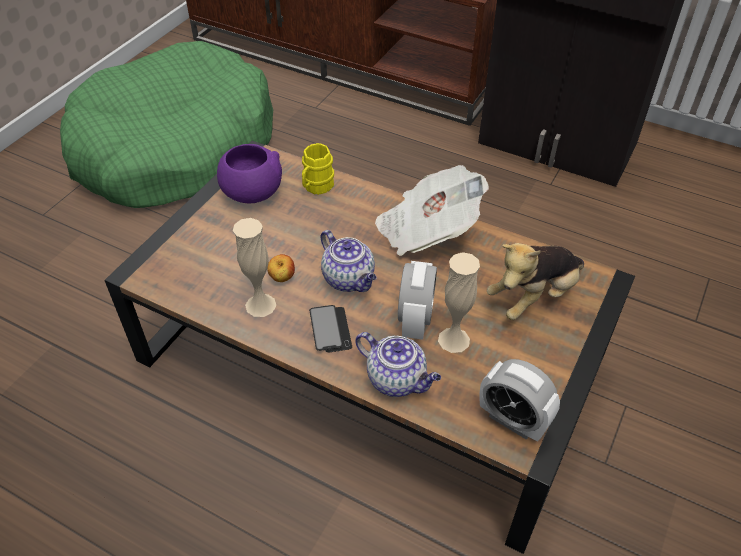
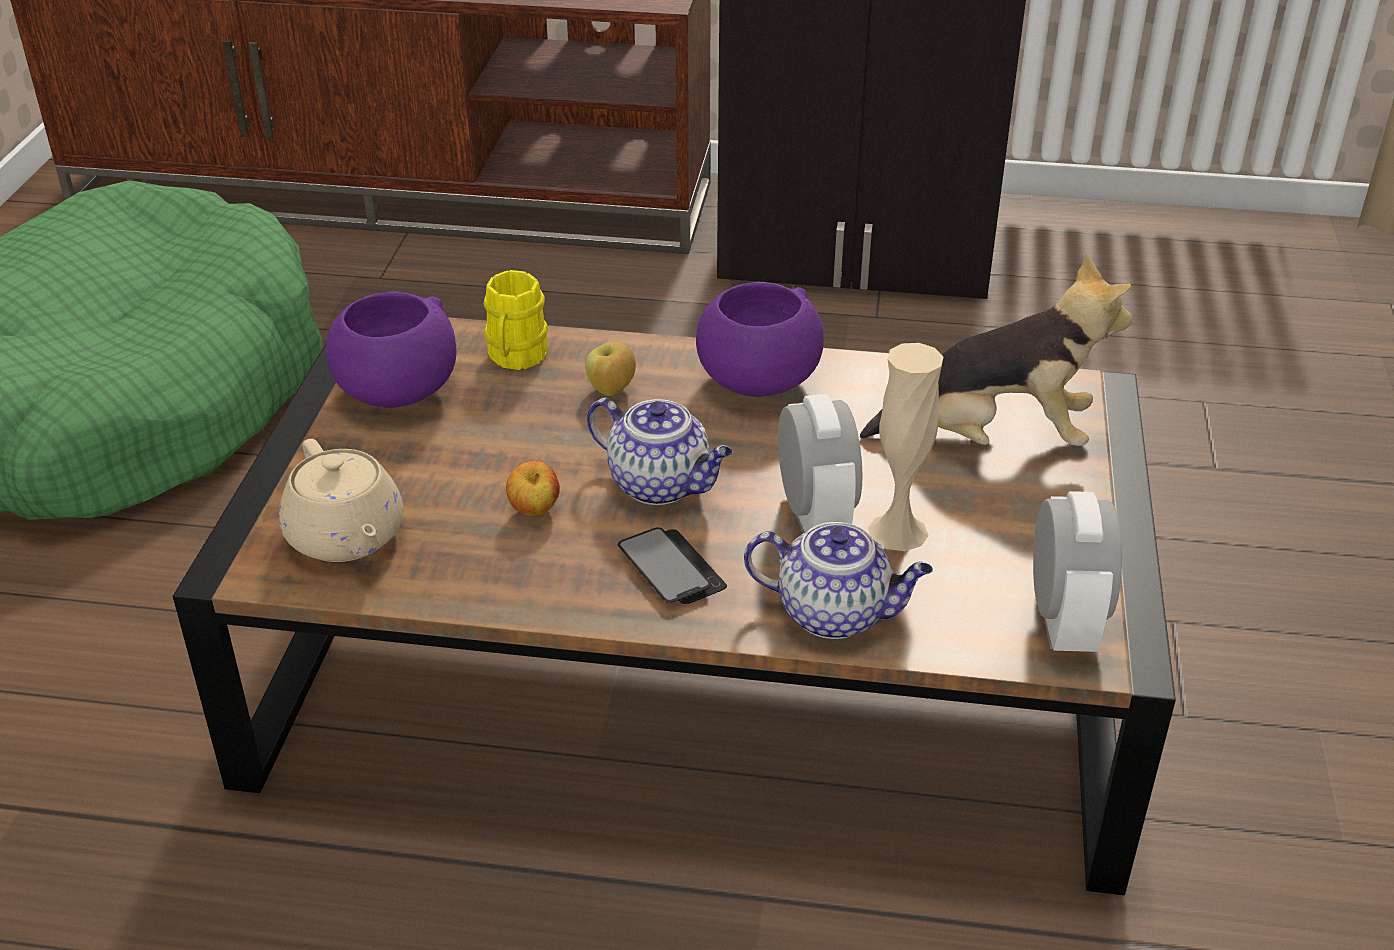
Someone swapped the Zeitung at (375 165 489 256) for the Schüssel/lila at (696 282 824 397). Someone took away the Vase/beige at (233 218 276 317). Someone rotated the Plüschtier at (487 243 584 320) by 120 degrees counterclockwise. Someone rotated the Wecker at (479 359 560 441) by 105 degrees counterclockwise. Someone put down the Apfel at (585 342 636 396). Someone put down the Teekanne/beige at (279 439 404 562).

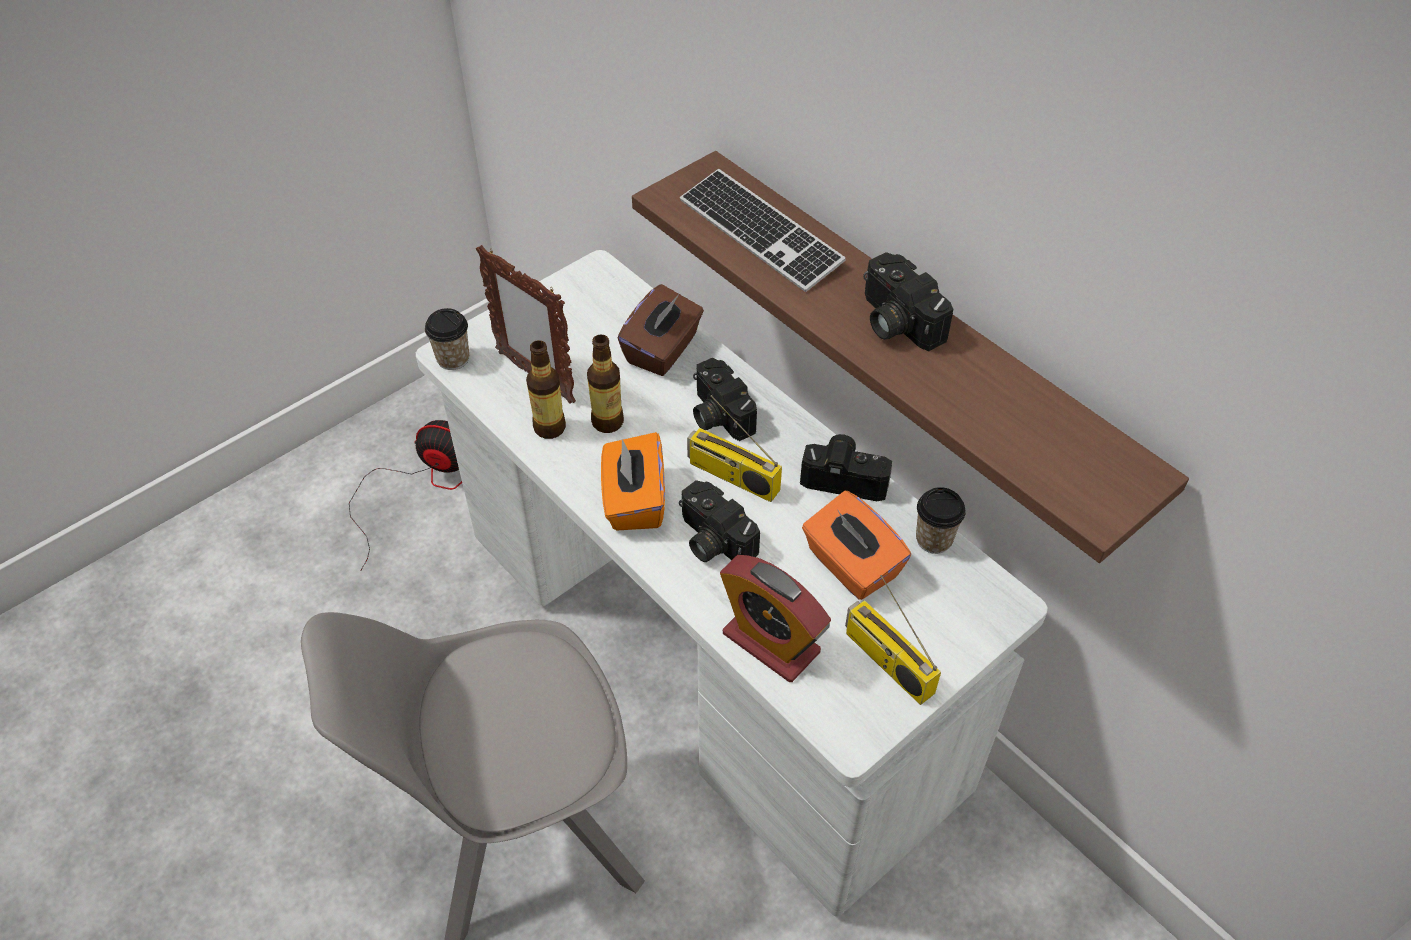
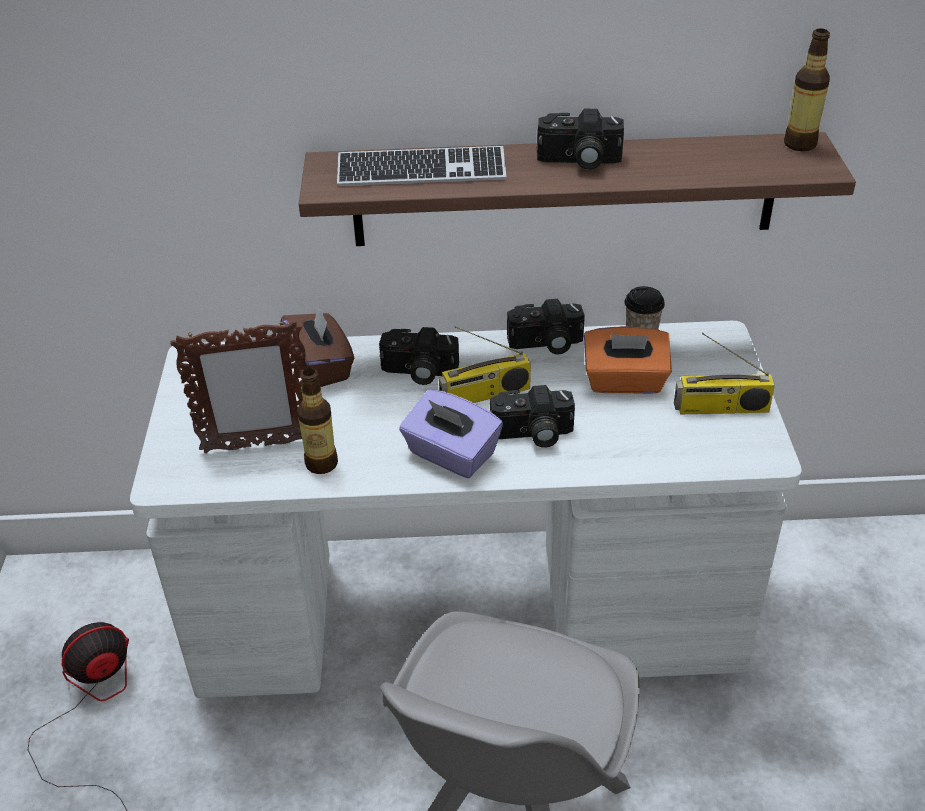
Someone took away the Tasse at (425 308 469 370). Someone carried the Flasche from (587 335 624 433) to (784 28 830 151). Someone repainted the Taschentuchbox/orange at (601 432 665 530), which became the Taschentuchbox/lila at (399 390 503 478). Someone rotated the Kamera at (800 434 892 501) by 150 degrees counterclockwise. Someone took away the Wecker at (720 555 831 682).

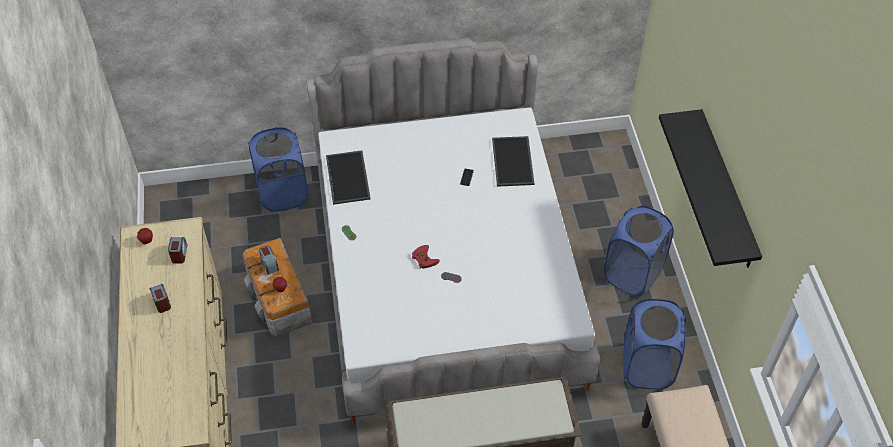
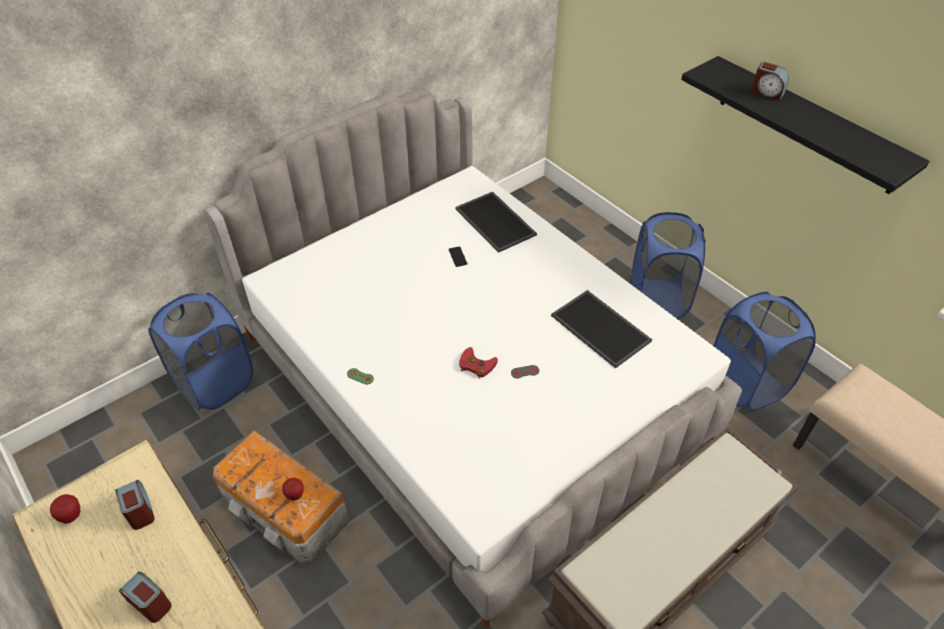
Someone carried the Tablett from (326 150 371 205) to (551 290 652 368). Someone carried the Wecker from (259 246 279 275) to (751 62 789 101).

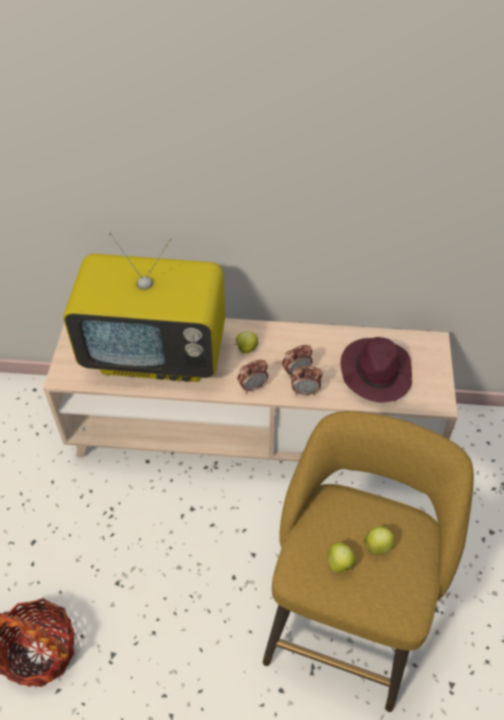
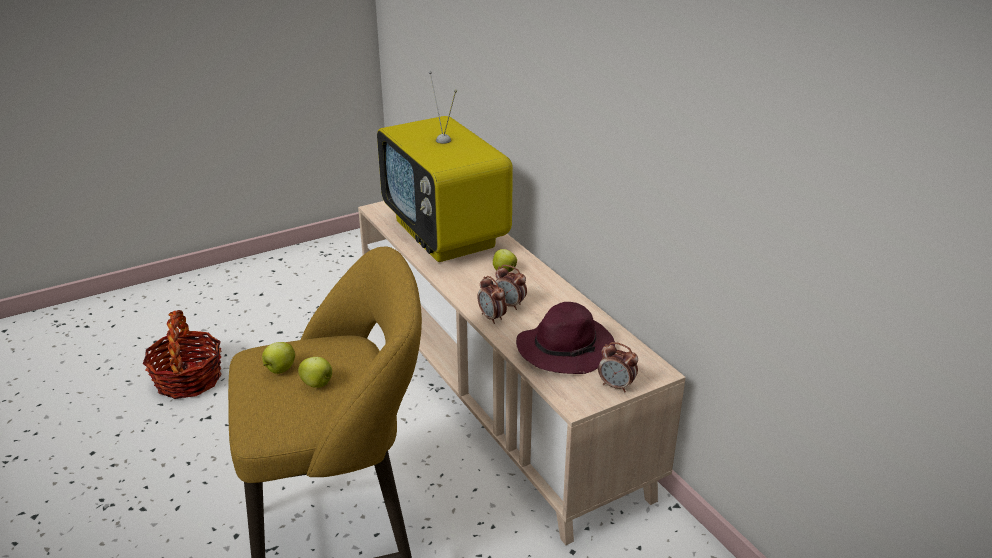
Someone carried the Wecker from (238 360 268 393) to (598 342 638 392).

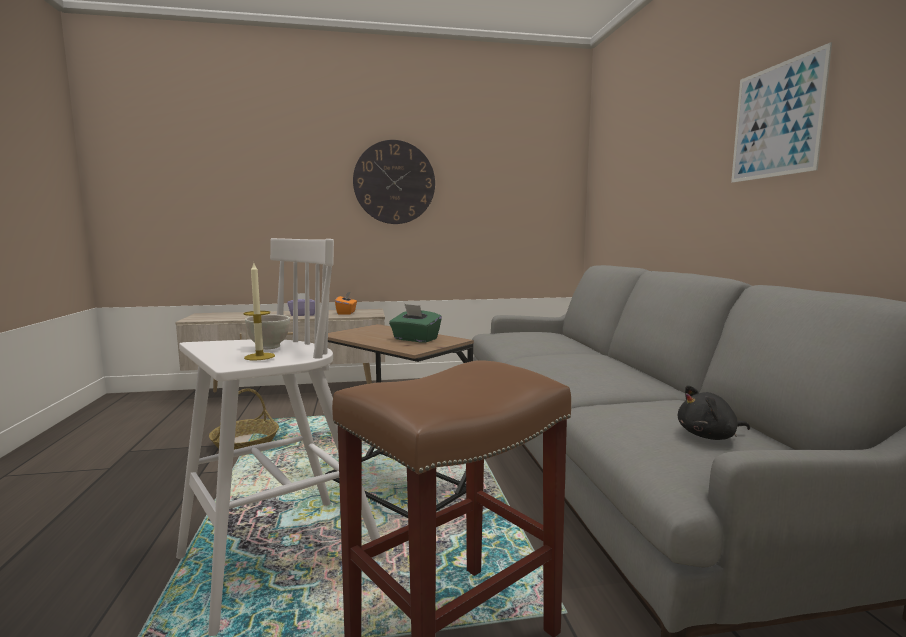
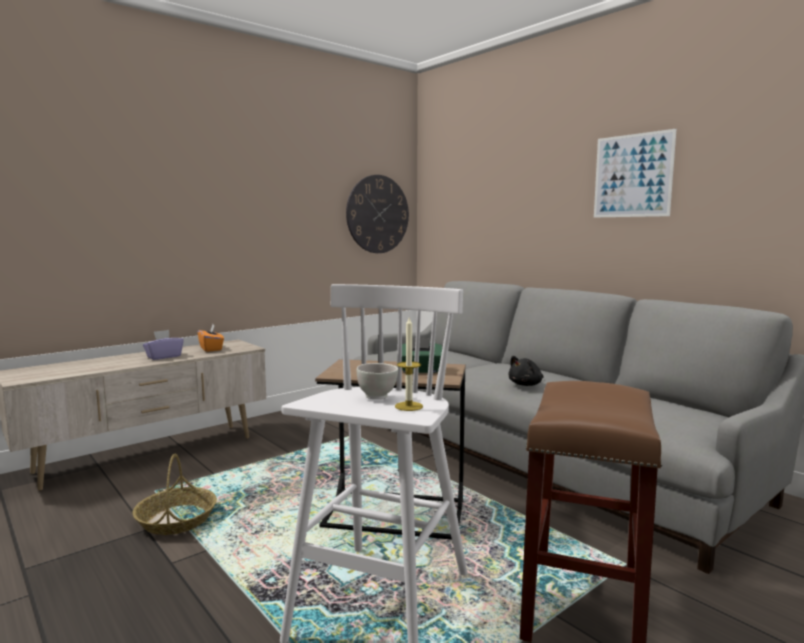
Someone carried the Wanduhr from (353 140 435 224) to (346 175 409 253). Someone carried the Plüschtier/schwarz from (678 385 750 440) to (508 356 544 386).

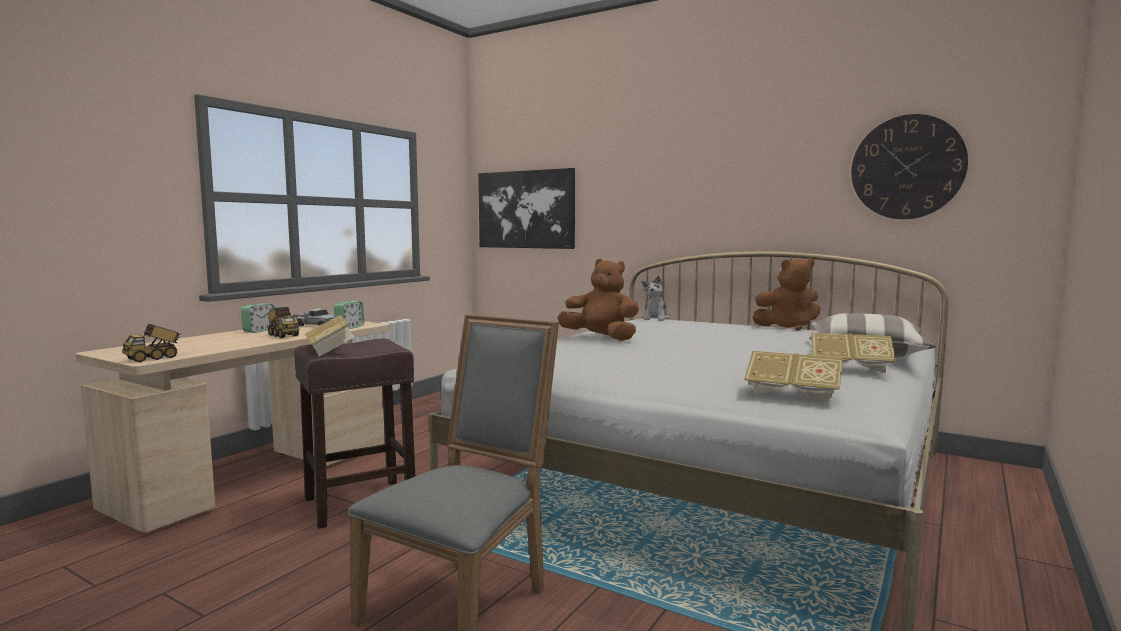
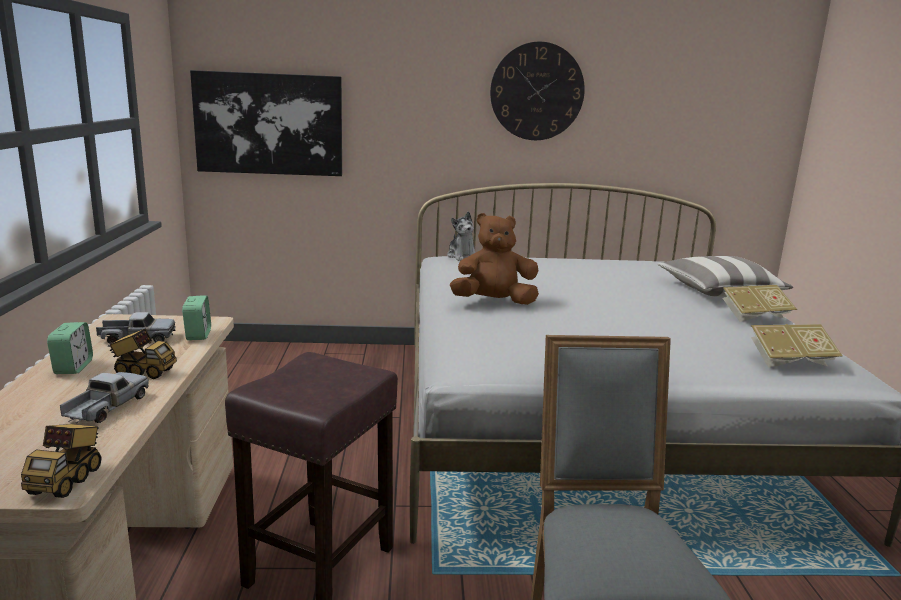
Someone carried the Wanduhr from (851 114 968 219) to (490 42 585 140). Someone took away the Plüschtier/braun at (752 258 821 331). Someone took away the Buch at (305 315 354 357). Someone put down the Spielzeuglaster at (60 372 149 423).

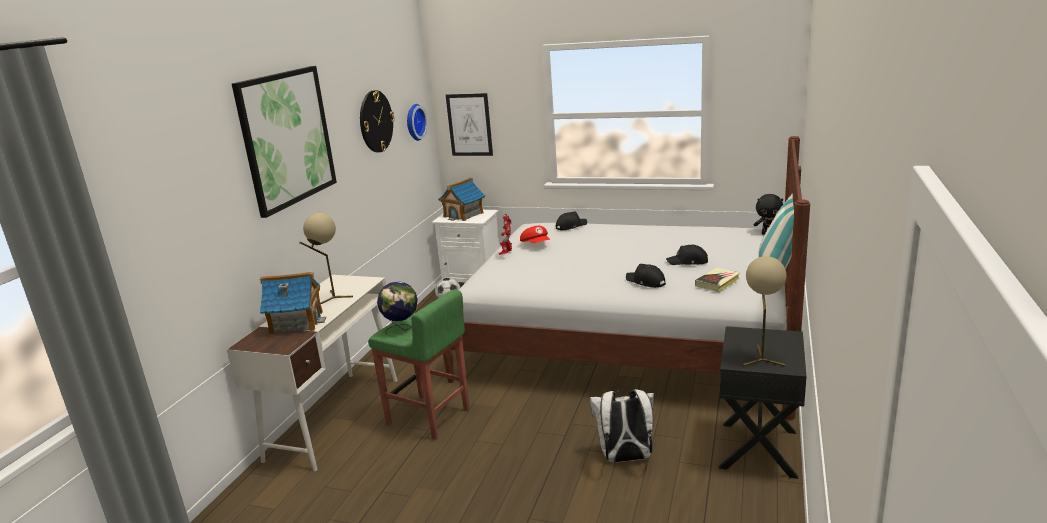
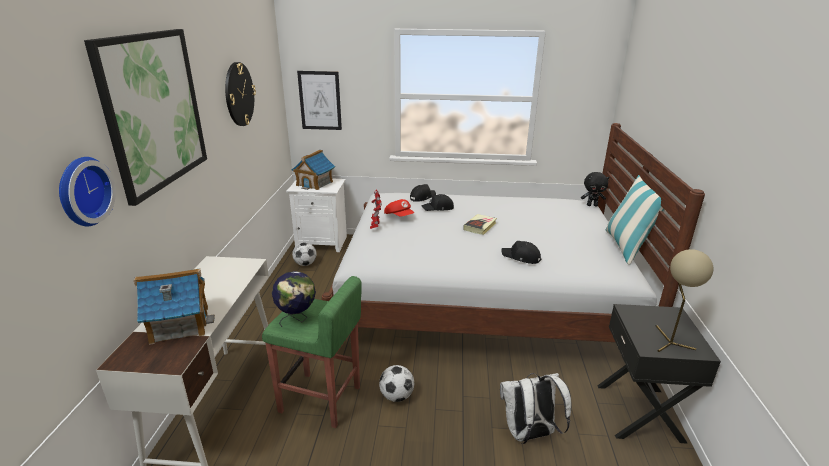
Someone carried the Wanduhr from (407 104 428 141) to (59 157 116 226). Someone took away the Tischlampe/beige at (299 213 353 304). Someone carried the Kappe/schwarz from (666 245 708 265) to (421 194 454 211). Someone carried the Buch from (695 268 740 292) to (463 214 497 235). Someone put down the Fußball at (379 365 414 402).

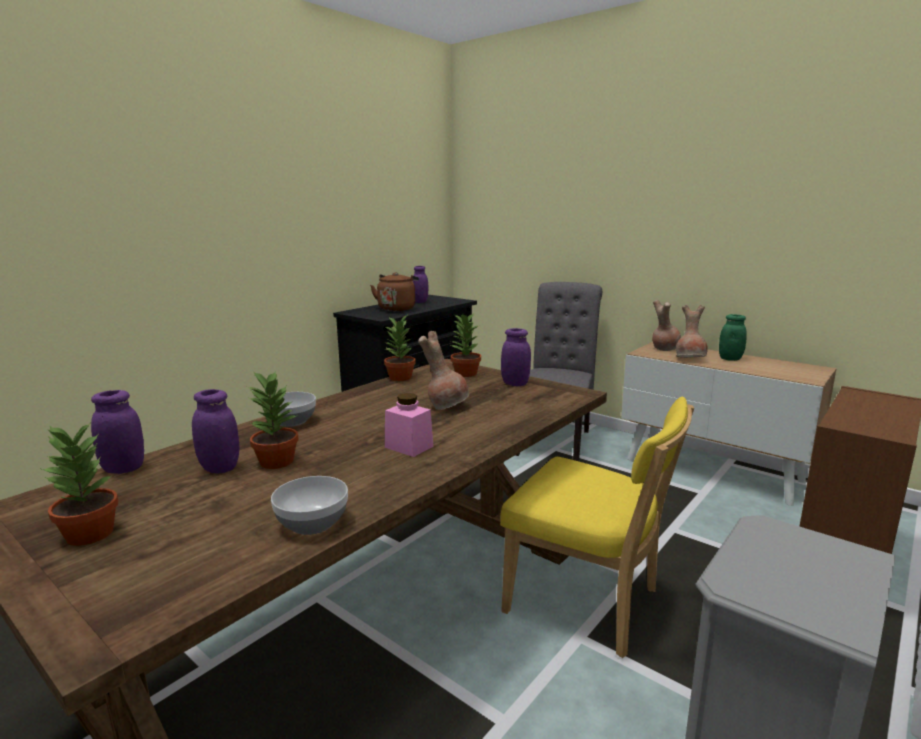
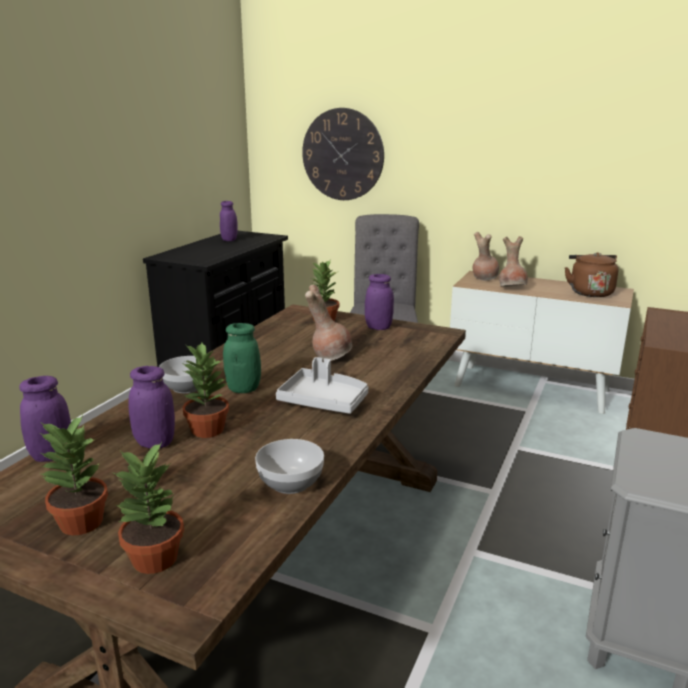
Someone carried the Wasserkessel/braun from (370 272 419 311) to (565 252 618 297). Someone carried the Vorratsglas/grün from (719 314 747 361) to (223 323 261 393). Someone carried the Topfpflanze from (384 316 416 381) to (114 442 184 574). Someone swapped the Vorratsglas/rosa at (385 393 433 457) for the Tablett/grau at (276 357 369 414). Someone took away the Stuhl/gelb at (500 397 694 658). Someone put up the Wanduhr at (302 108 384 200).

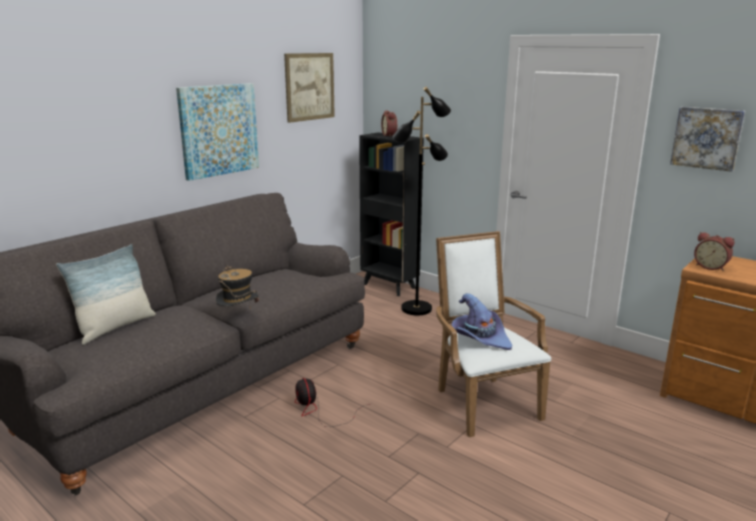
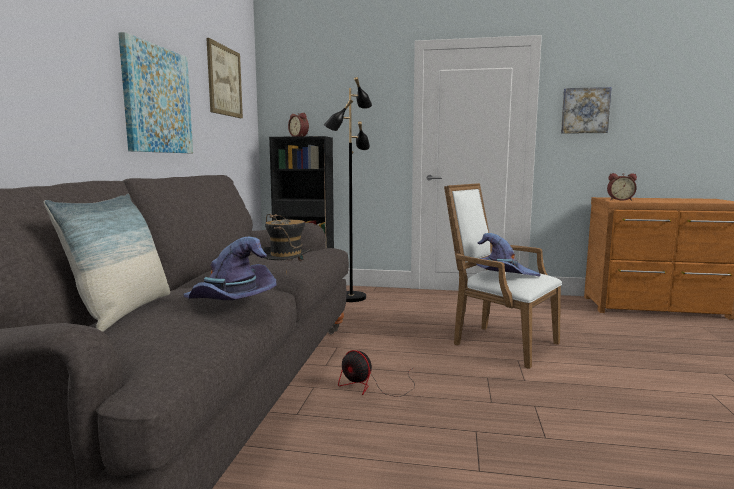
Someone put down the Hut/lila at (183 237 276 300).

